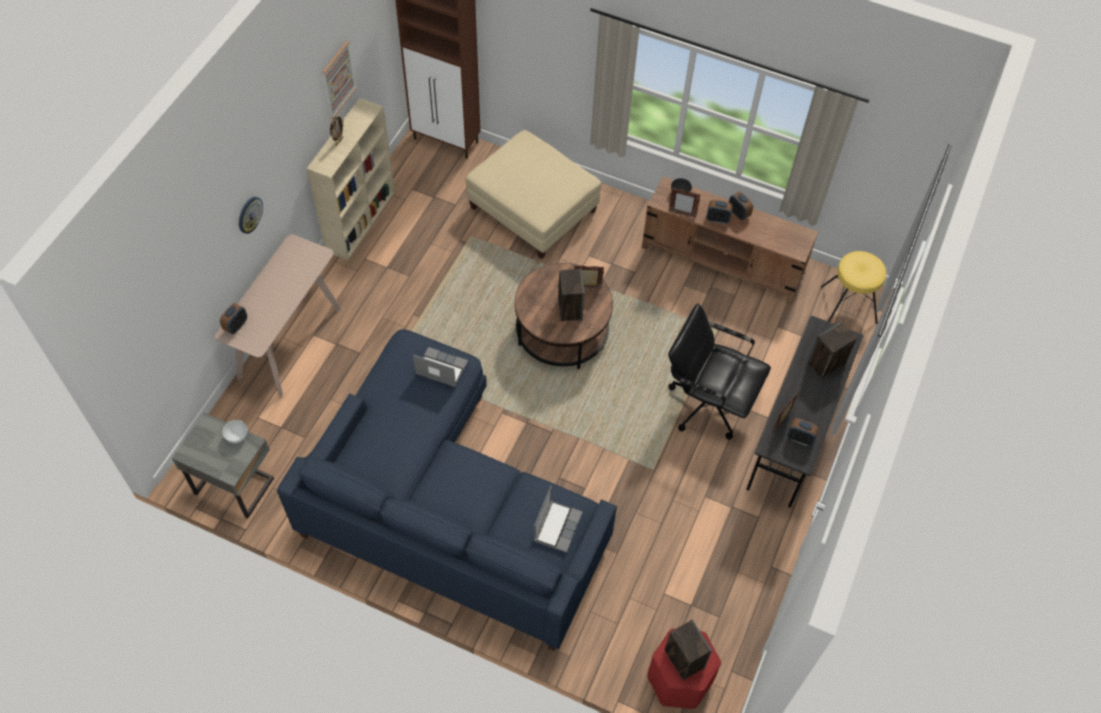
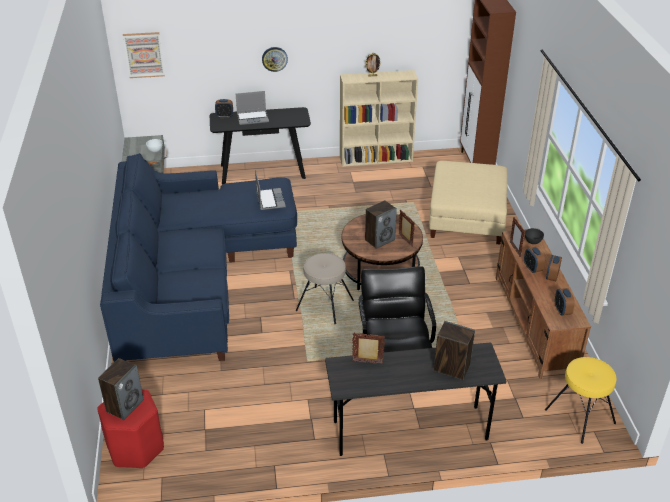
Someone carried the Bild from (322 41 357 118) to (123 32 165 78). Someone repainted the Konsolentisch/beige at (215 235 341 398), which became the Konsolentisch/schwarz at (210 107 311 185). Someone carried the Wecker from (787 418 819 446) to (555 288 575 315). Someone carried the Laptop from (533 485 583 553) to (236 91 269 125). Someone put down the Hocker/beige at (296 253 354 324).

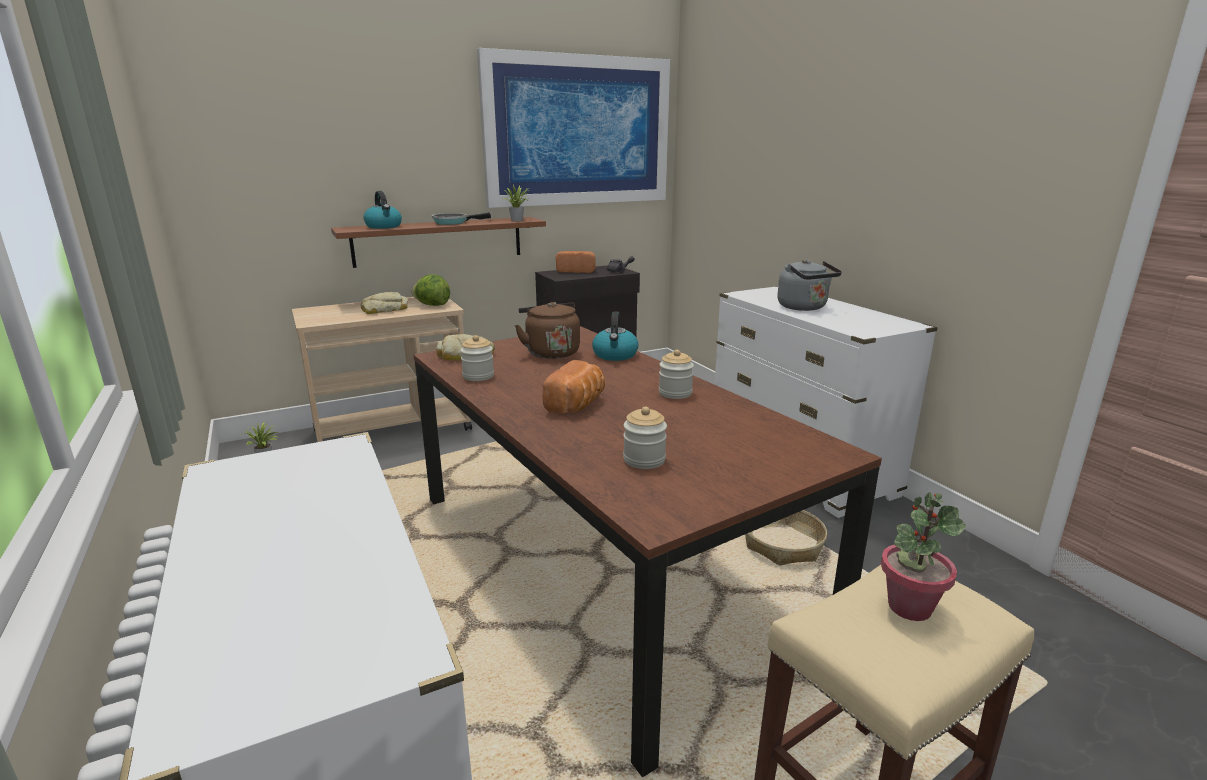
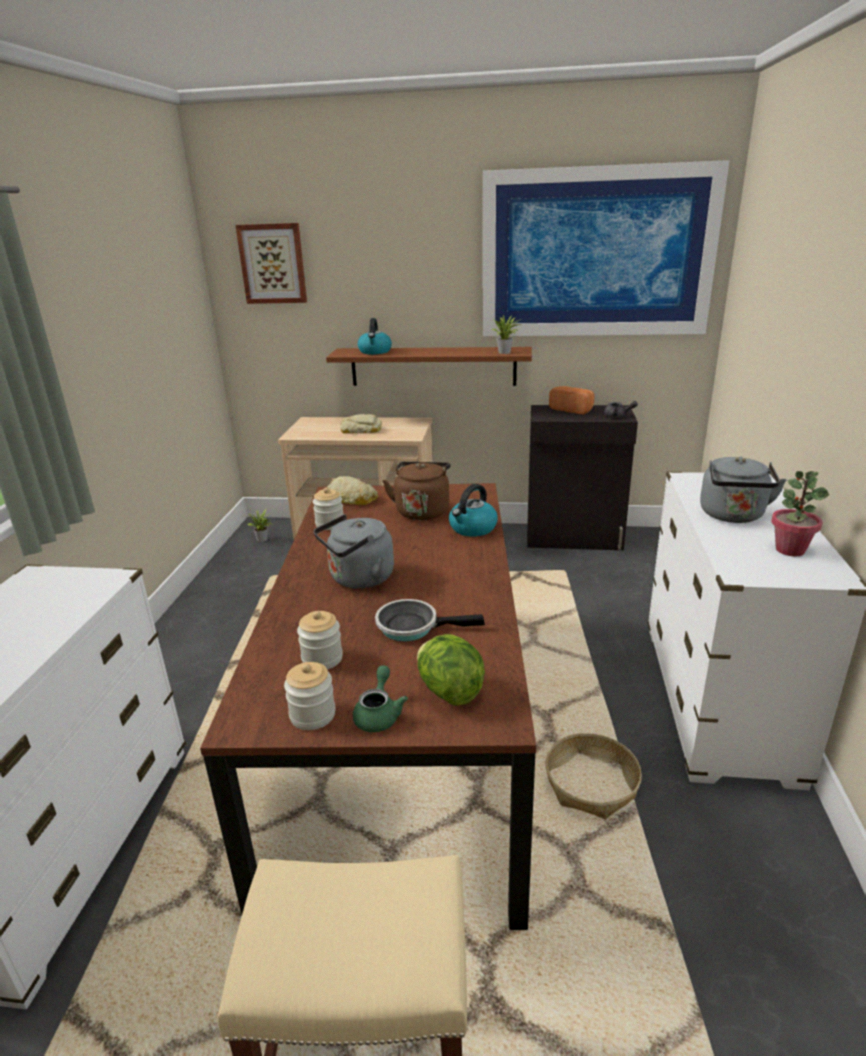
Someone carried the Pfanne from (432 212 491 225) to (375 599 485 642). Someone carried the Salatkopf from (411 274 450 306) to (417 634 485 706). Someone carried the Vorratsglas from (659 350 694 399) to (284 662 336 730). Someone swapped the Brot at (542 360 605 413) for the Wasserkessel/grau at (314 514 394 589). Someone carried the Topfpflanze from (881 492 966 621) to (771 471 829 557). Someone put up the Bild at (235 223 307 304). Someone put down the Teekanne/grün at (353 665 408 732).

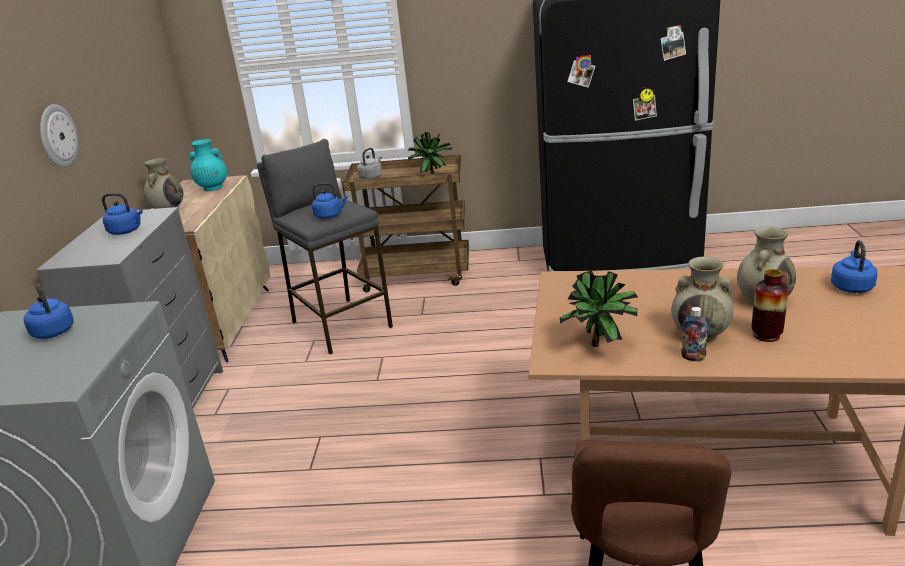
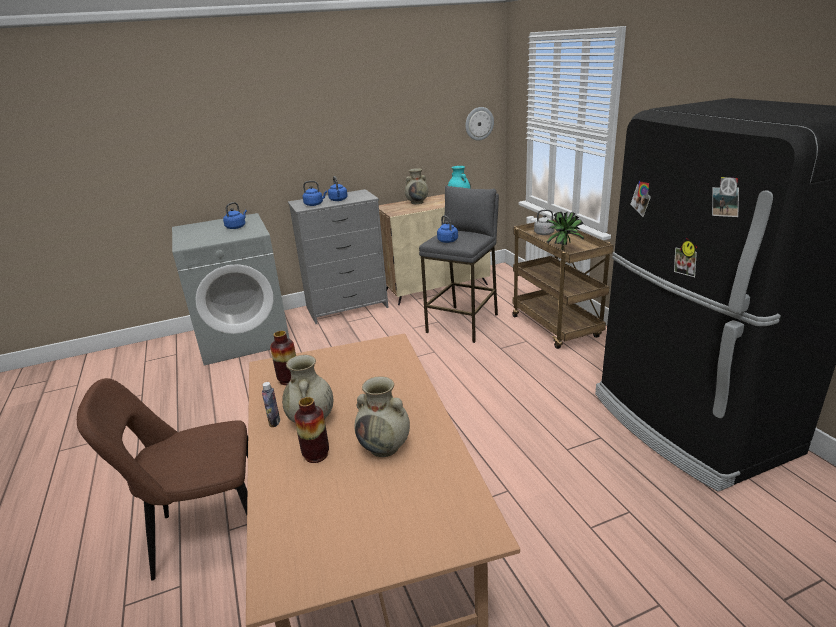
Someone carried the Wanduhr from (40 104 78 168) to (465 107 494 141). Someone carried the Wasserkessel/blau from (831 240 878 293) to (303 181 327 206). Someone swapped the Topfpflanze at (560 270 638 347) for the Vase at (270 331 296 385).

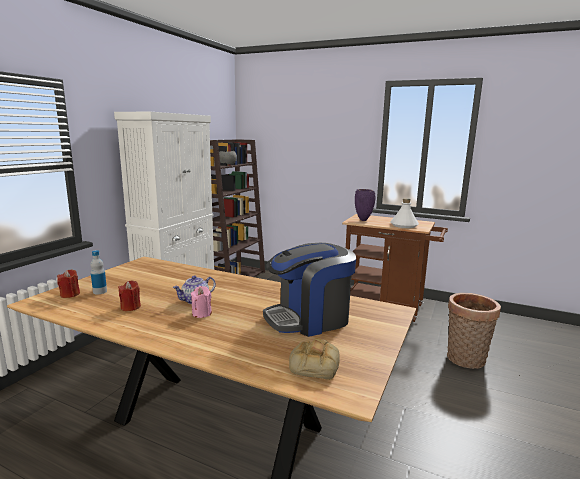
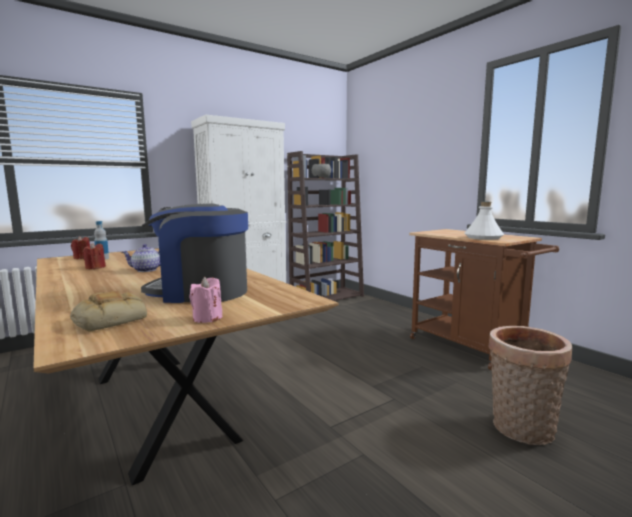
Someone took away the Vase/lila at (355 189 376 221). Someone carried the Kerze/rosa from (191 286 212 318) to (189 277 222 323).

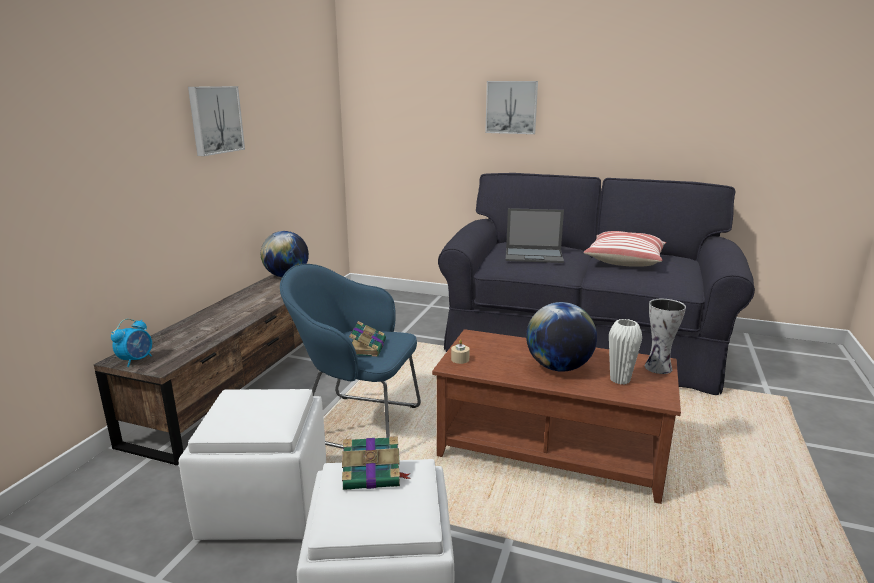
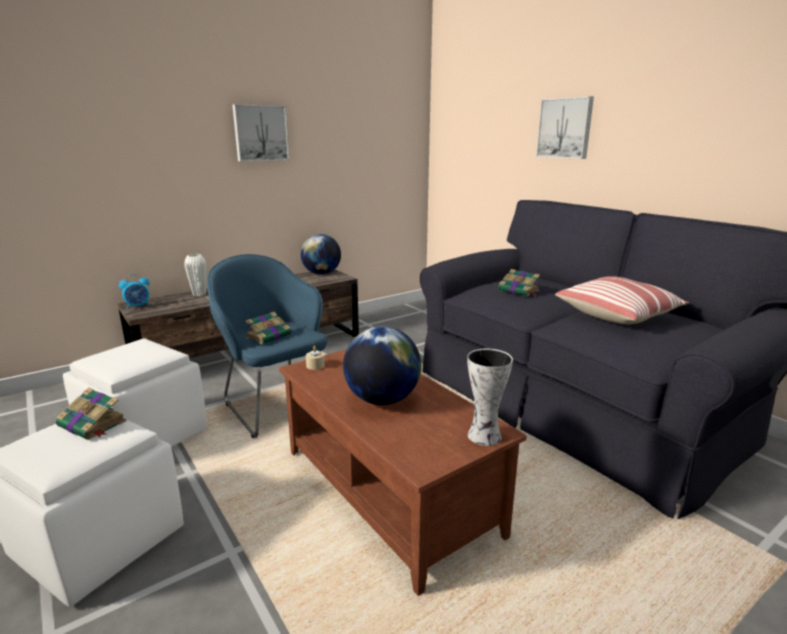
Someone swapped the Laptop at (506 208 564 263) for the Buch at (498 269 540 297). Someone carried the Vase/weiß from (609 319 642 384) to (184 254 206 296).

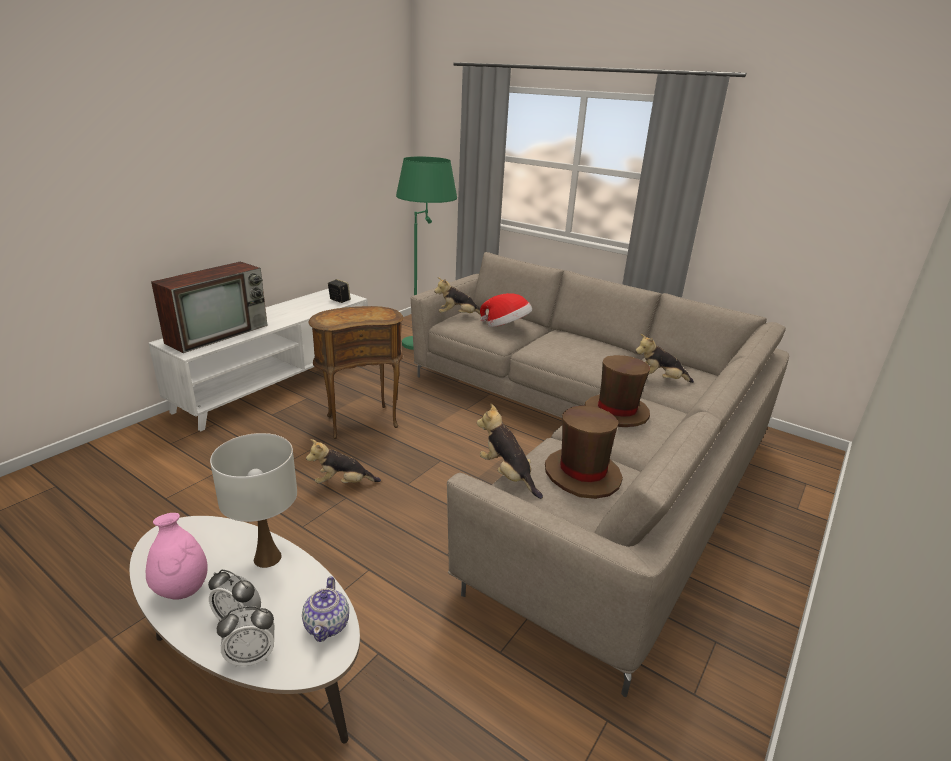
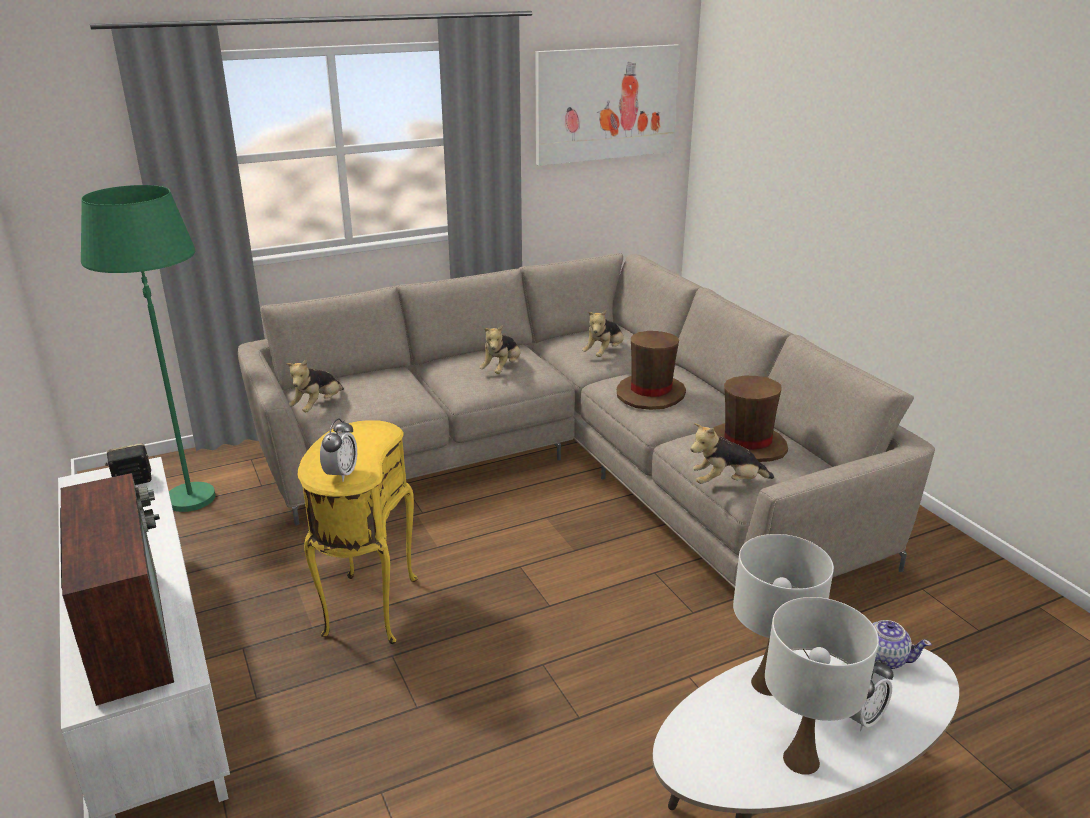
Someone took away the Hut at (480 293 532 327). Someone repainted the Beistelltisch/braun at (308 306 404 439), which became the Beistelltisch/gelb at (298 420 418 644). Someone carried the Plüschtier from (306 439 381 483) to (479 325 520 374). Someone swapped the Vase/rosa at (146 513 208 599) for the Tischlampe/weiß at (765 597 879 775). Someone carried the Wecker from (217 606 274 667) to (320 418 357 482). Someone put up the Bild at (535 44 680 166).

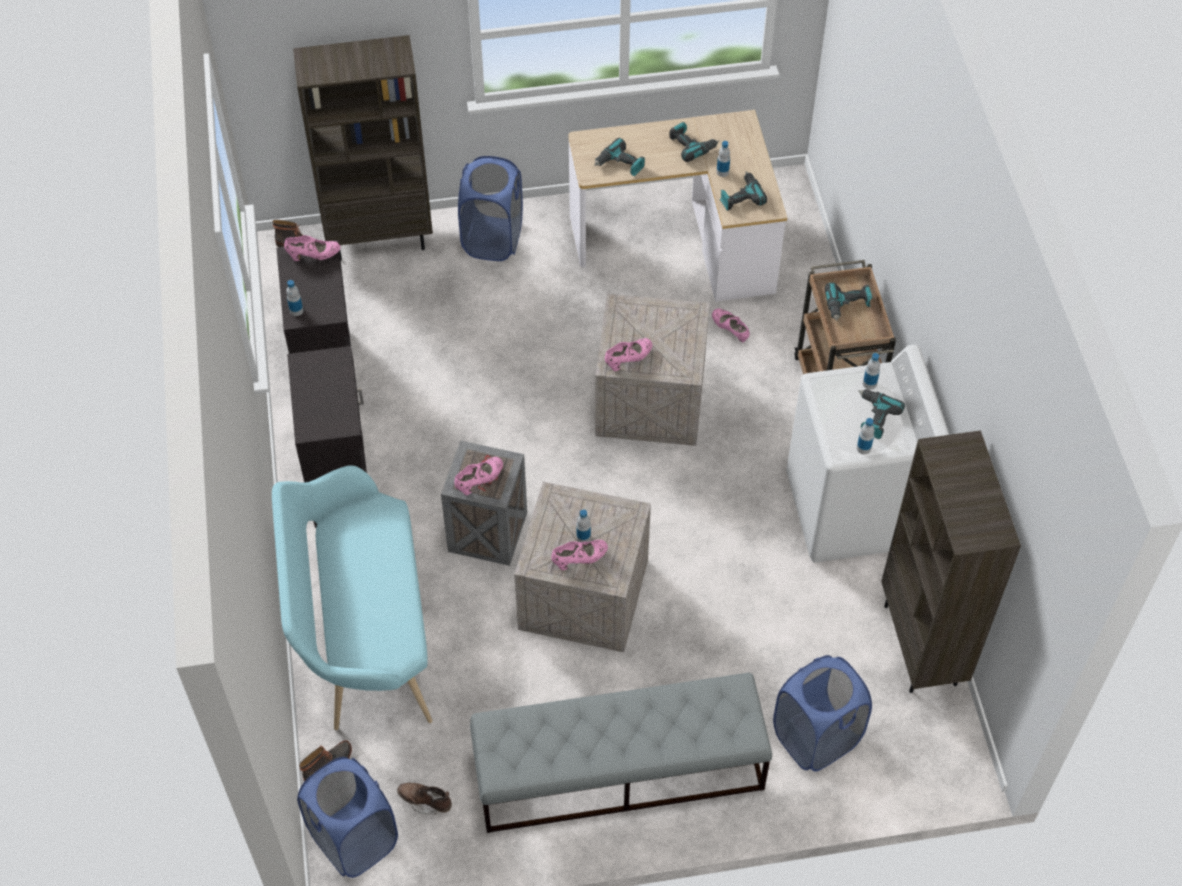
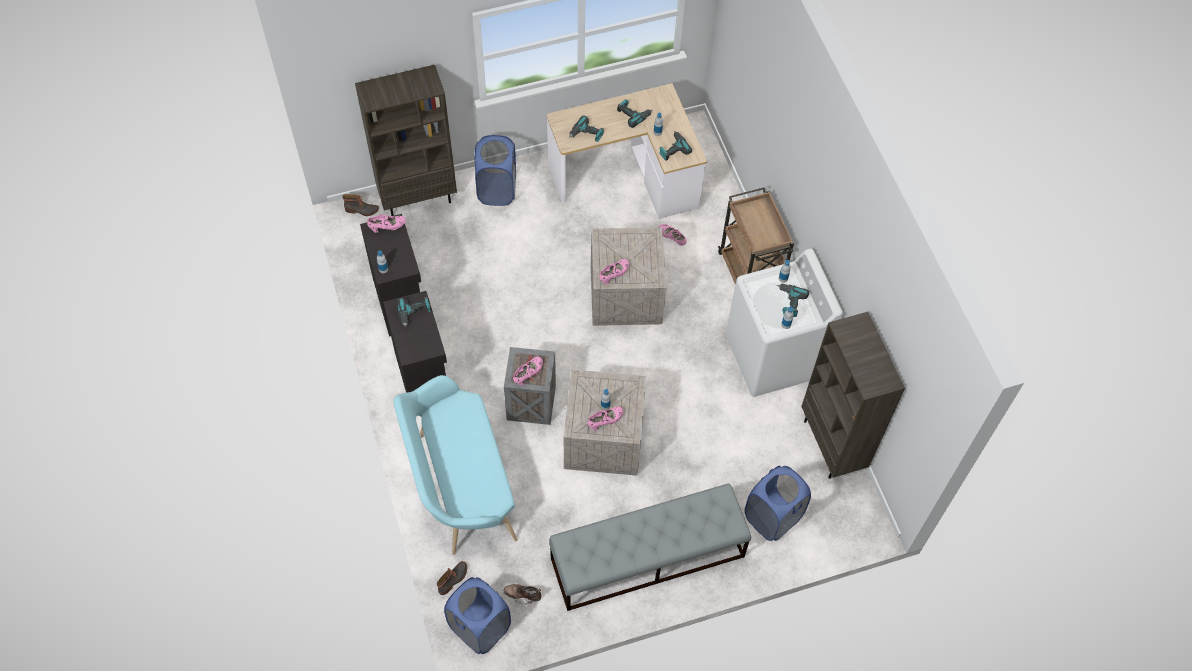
Someone carried the Bohrmaschine from (825 282 872 321) to (397 297 431 327).

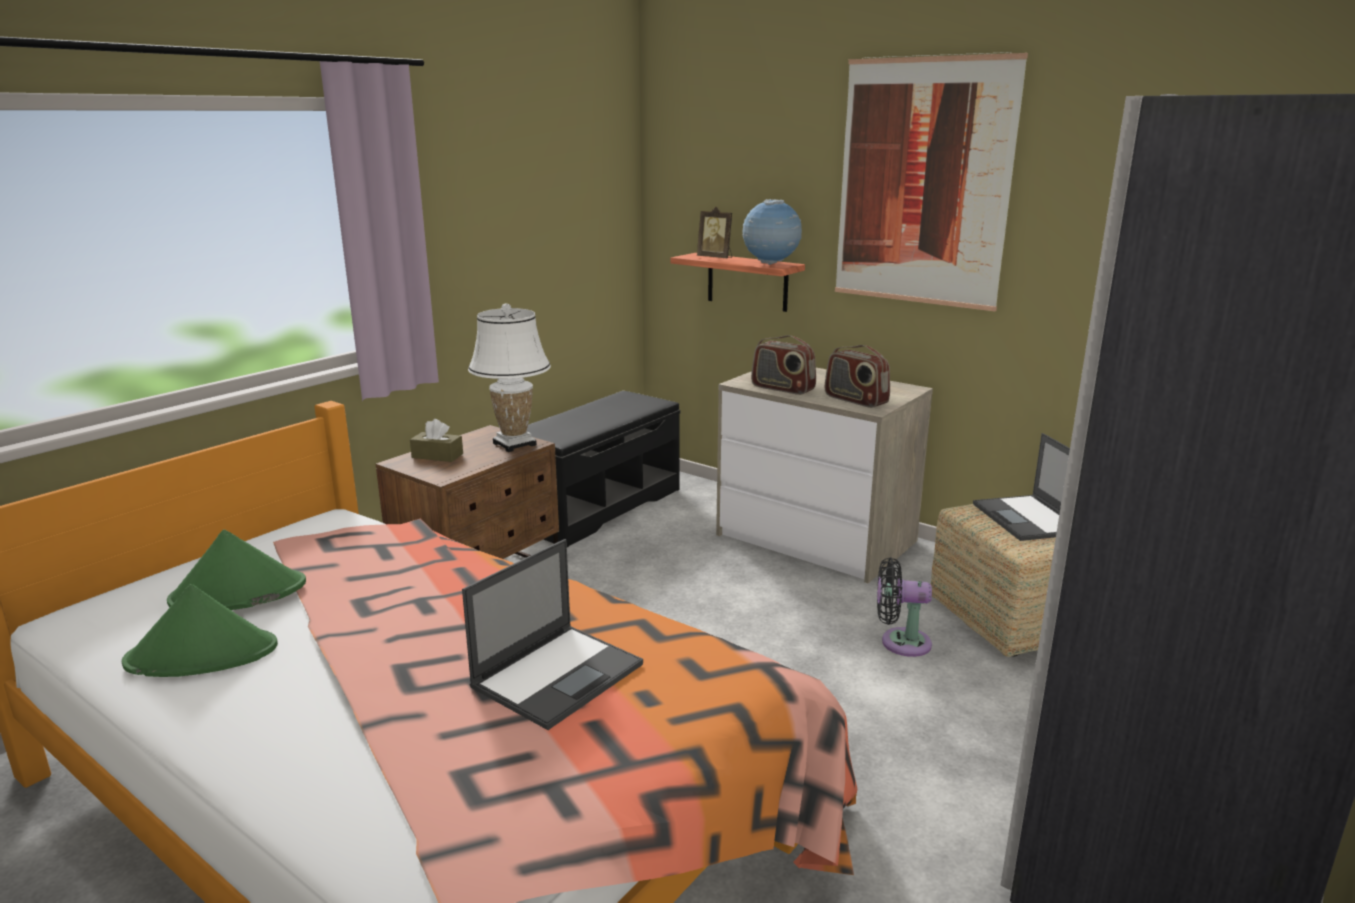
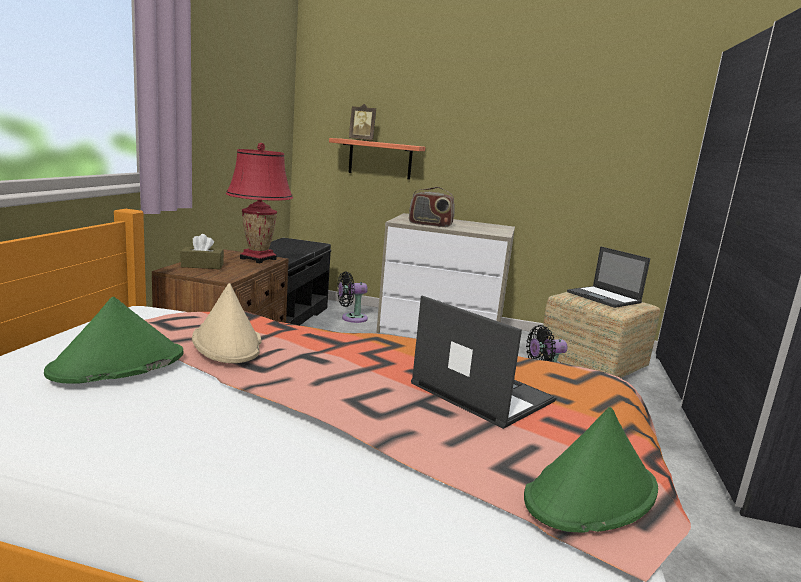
Someone took away the Bild at (835 52 1028 311). Someone took away the Globus at (742 199 802 265). Someone repainted the Tischlampe/weiß at (468 303 551 452), which became the Tischlampe/rot at (226 143 293 263). Someone took away the Radio at (825 345 890 408). Someone rotated the Laptop at (462 539 643 730) by 60 degrees counterclockwise. Someone carried the Hut/grün from (122 584 278 677) to (524 407 658 532). Someone put down the Ventilator/schwarz at (337 272 368 323). Someone put down the Hut/beige at (192 283 261 363).

